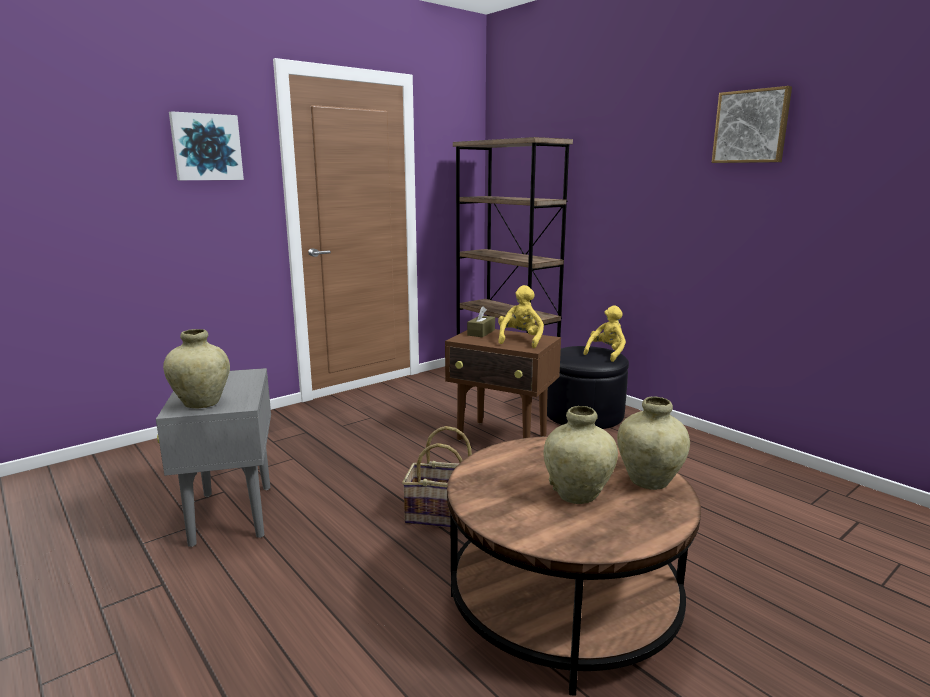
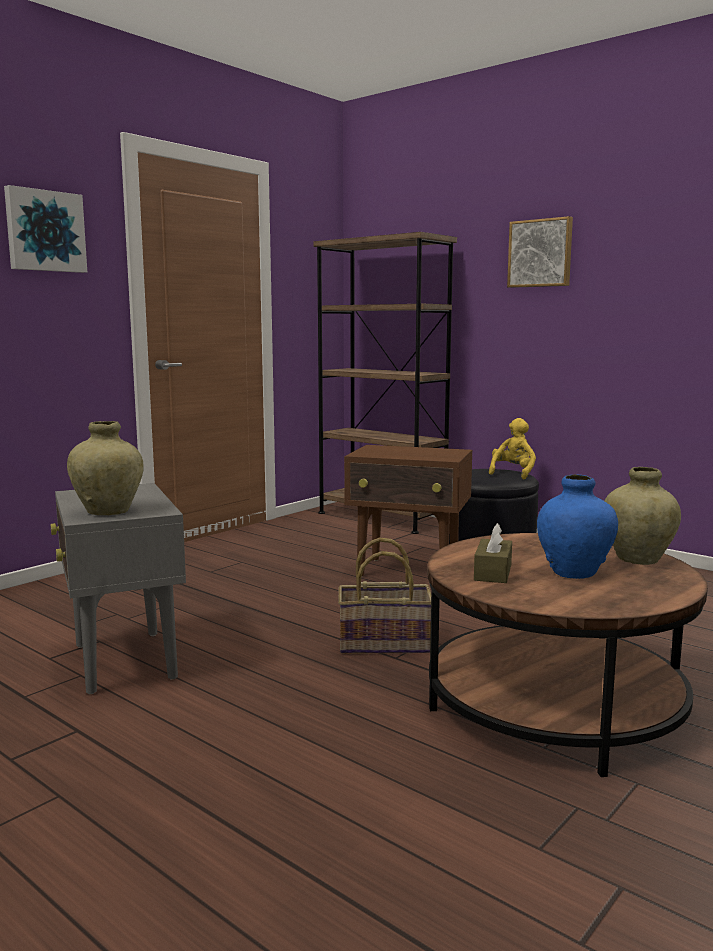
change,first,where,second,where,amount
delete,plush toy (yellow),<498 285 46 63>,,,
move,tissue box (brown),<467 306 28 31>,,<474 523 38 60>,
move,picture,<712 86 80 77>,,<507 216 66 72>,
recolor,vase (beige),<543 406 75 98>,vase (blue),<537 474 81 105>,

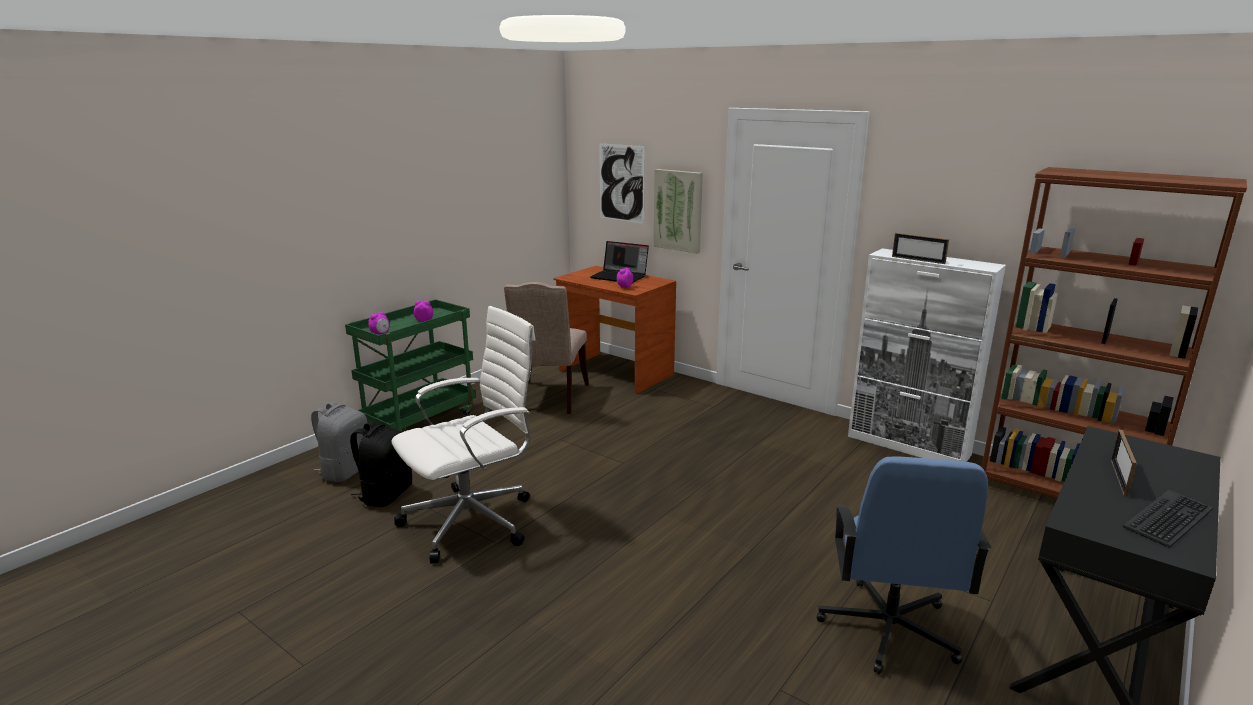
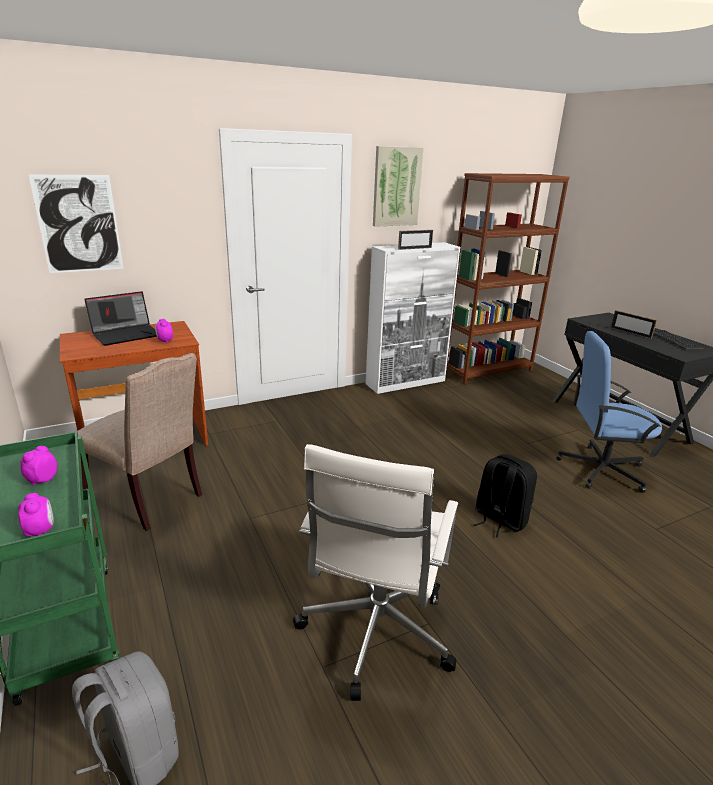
change,first,where,second,where,amount
move,backpack (black),<350 421 62 86>,,<474 454 63 83>,
move,picture,<653 169 50 85>,,<373 146 50 81>,
rotate,office chair (white),<391 306 145 257>,,<293 444 165 257>,150 degrees counterclockwise
rotate,office chair (blue),<816 456 175 218>,,<556 331 106 162>,150 degrees clockwise

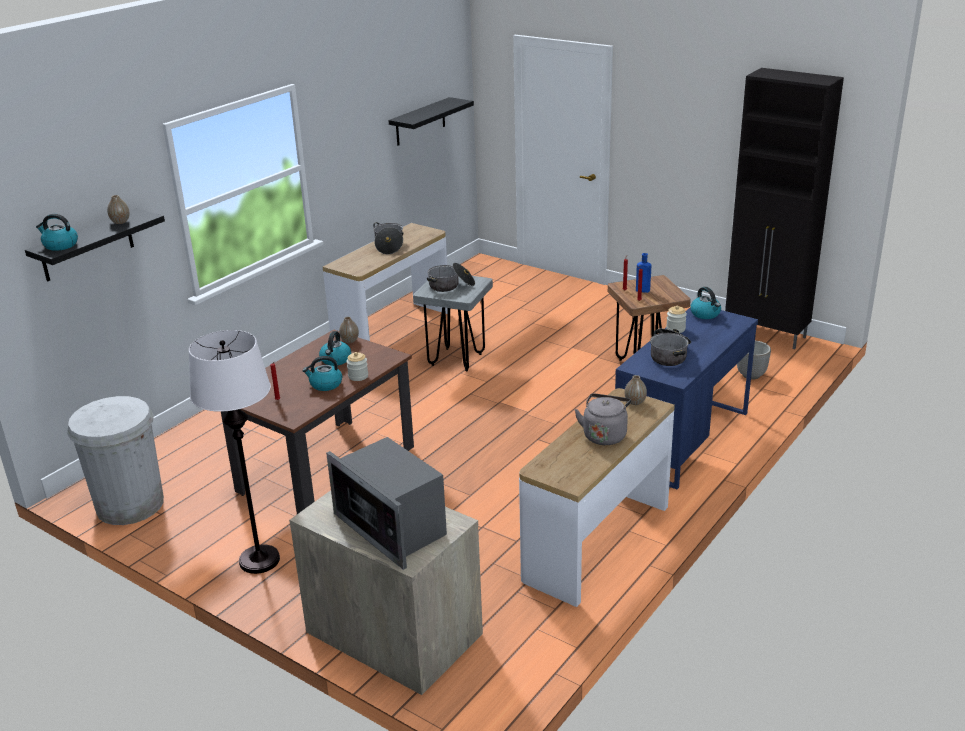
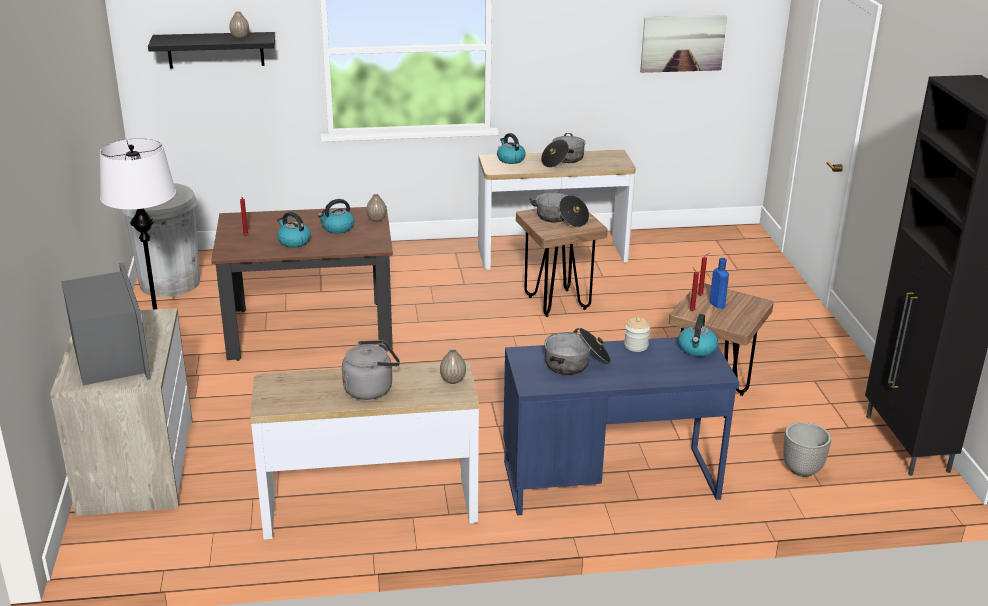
change,first,where,second,where,amount
delete,jar,<346 352 22 29>,,,
move,kettle,<36 214 42 37>,,<497 133 29 31>,
replace,shelf (black),<389 97 85 49>,picture,<640 15 87 58>,
recolor,stool (grey),<413 276 80 95>,stool (brown),<516 208 92 109>,
rotate,microwave,<326 437 121 133>,,<61 263 90 122>,150 degrees clockwise

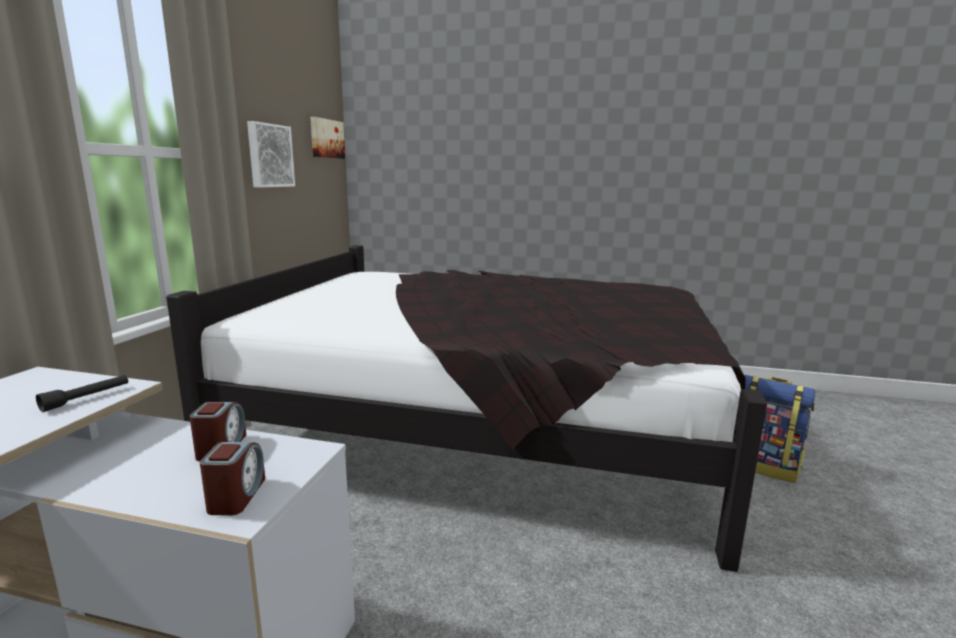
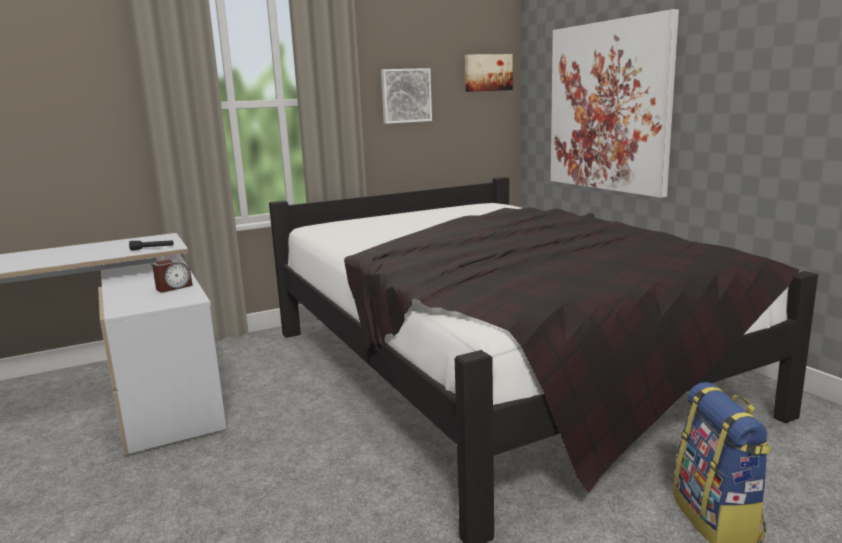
change,first,where,second,where,amount
delete,alarm clock,<200 442 65 73>,,,
insert,,,picture,<551 9 128 189>,

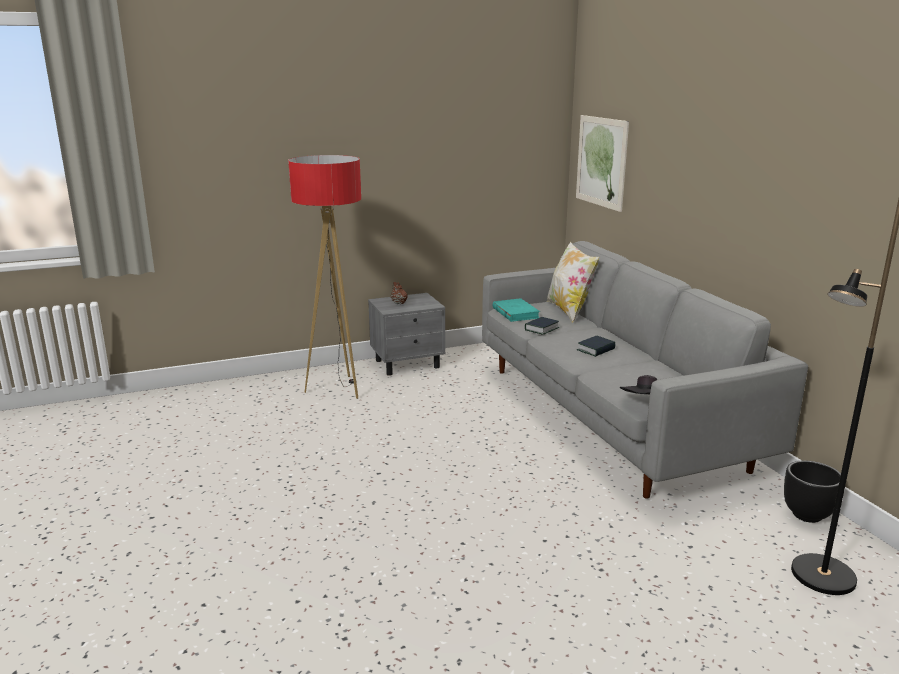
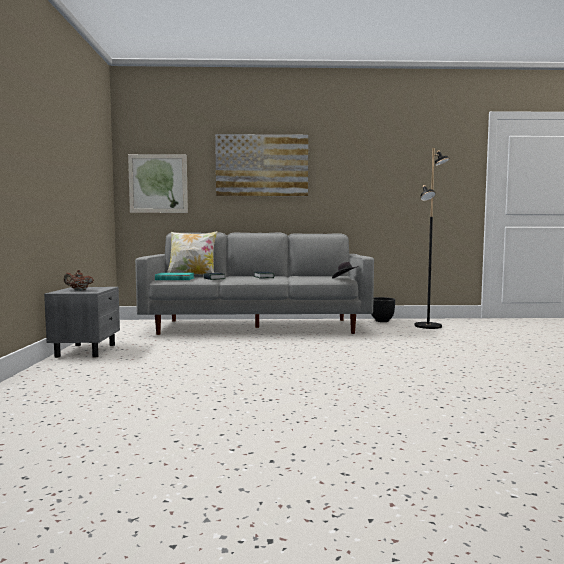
change,first,where,second,where,amount
delete,floor lamp,<288 155 73 244>,,,
insert,,,picture,<215 134 93 62>,

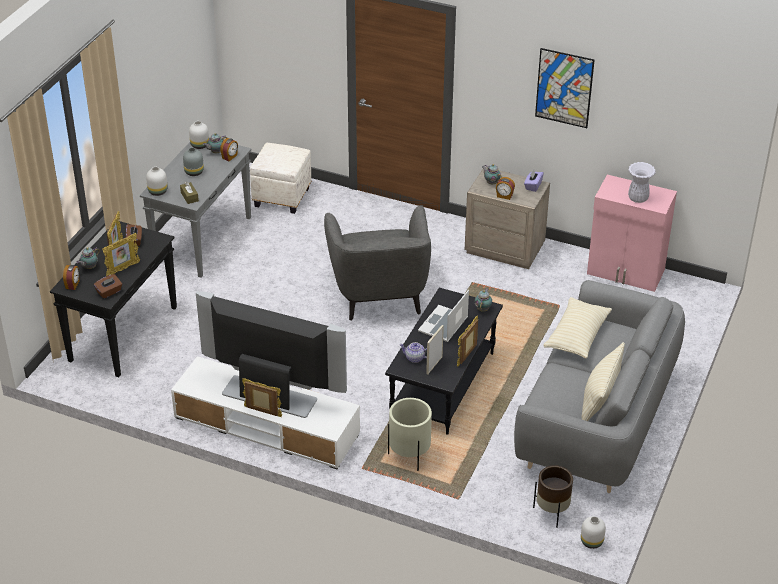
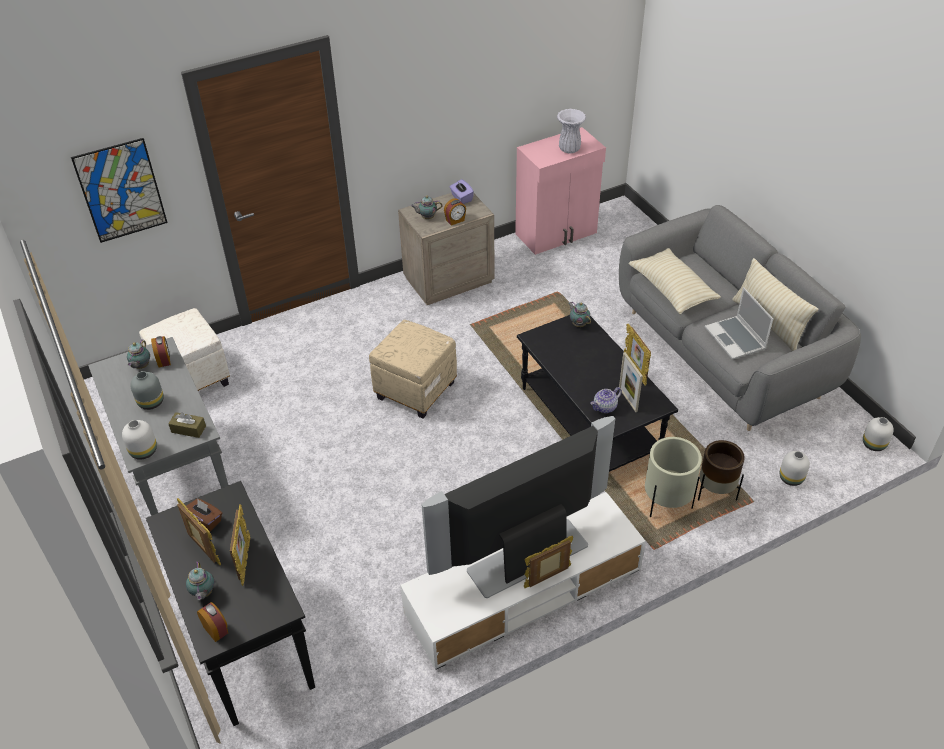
change,first,where,second,where,amount
delete,tissue box (brown),<94 274 28 24>,,,
move,vase (white),<189 121 20 28>,,<780 451 30 35>,
move,laptop,<418 290 51 52>,,<705 287 68 73>,
move,planter (brown),<533 465 40 63>,,<698 440 47 61>,
move,picture,<535 48 60 80>,,<71 138 97 105>,
replace,armchair (grey),<324 205 107 115>,ottoman (beige),<369 320 88 99>,

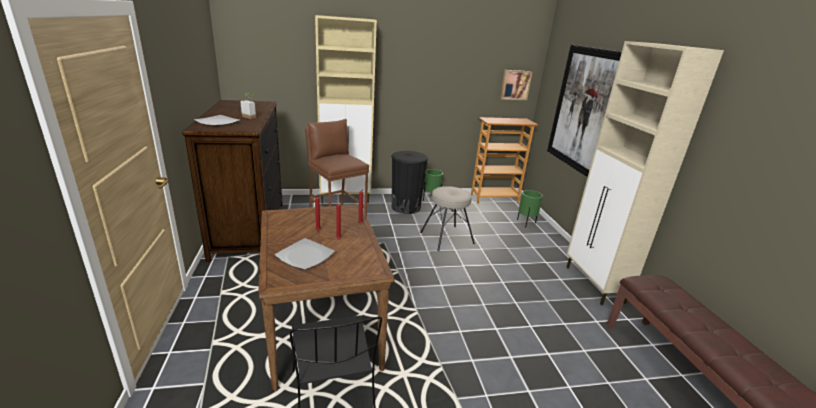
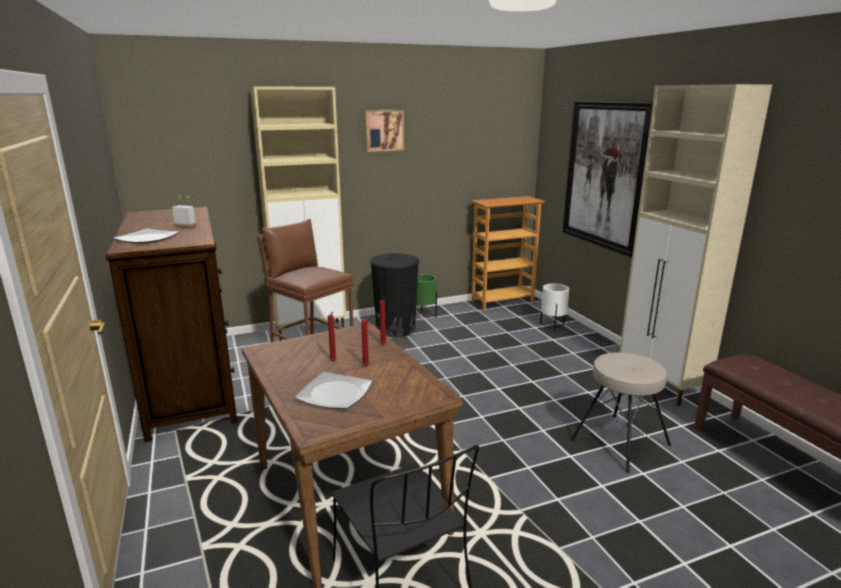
change,first,where,second,where,amount
move,stool (beige),<420 186 55 65>,,<571 352 100 121>,
move,picture,<500 70 32 30>,,<364 110 40 42>,
recolor,planter (green),<517 190 26 37>,planter (white),<540 283 29 48>,

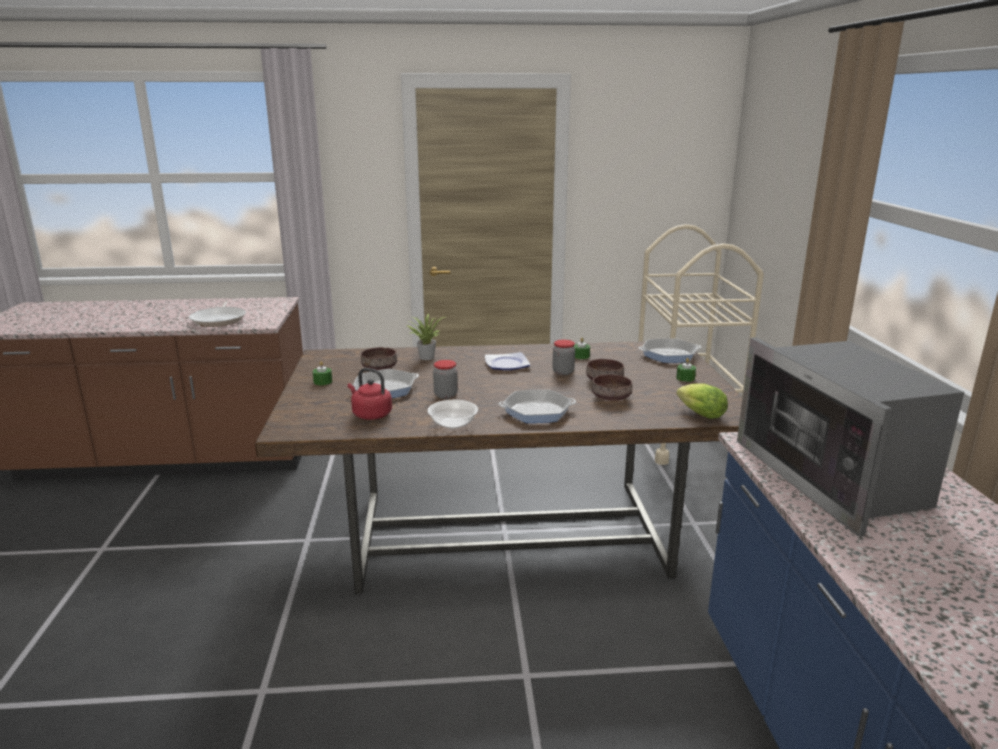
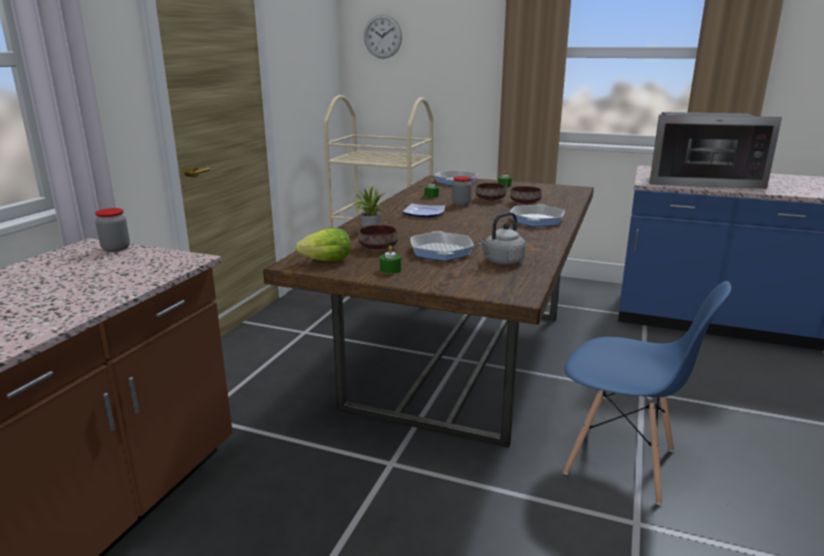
change,first,where,second,where,amount
delete,frying pan,<189 301 57 26>,,,
delete,bowl,<427 400 51 29>,,,
insert,,,wall clock,<364 14 38 45>,
insert,,,chair (blue),<563 281 168 224>,
move,jar,<433 360 25 39>,,<95 208 35 44>,
move,lettuce,<677 383 51 36>,,<295 228 56 33>,
recolor,kettle (red),<348 368 44 52>,kettle (grey),<478 212 47 53>,

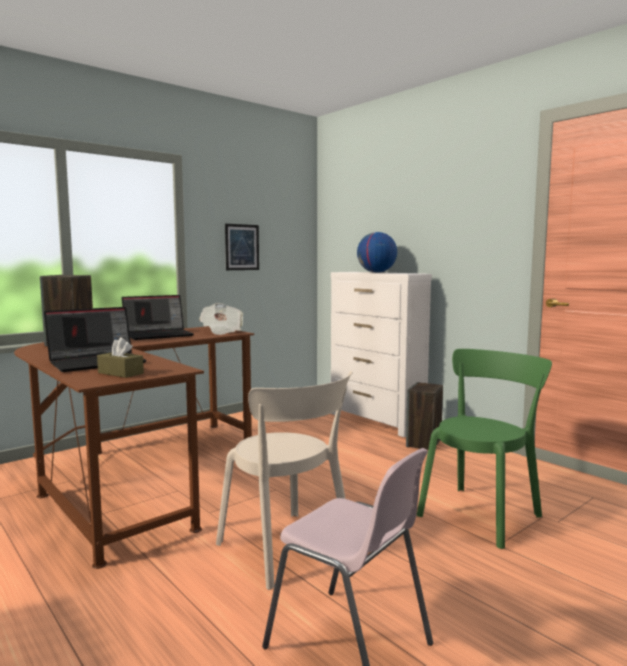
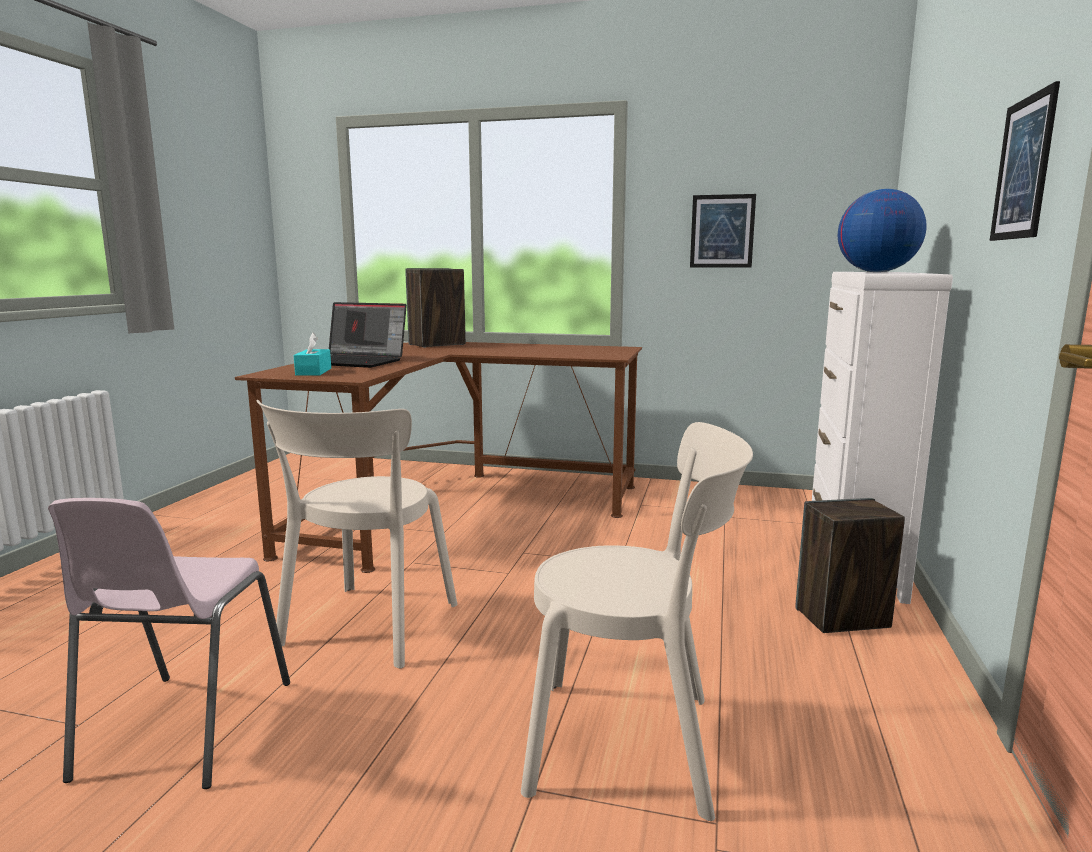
change,first,where,second,where,amount
delete,laptop,<122 295 72 45>,,,
delete,newspaper,<199 303 44 32>,,,
insert,,,picture,<990 81 70 160>,
recolor,tissue box (brown),<97 337 47 41>,tissue box (turquoise),<294 333 37 43>,
recolor,chair (green),<417 349 135 200>,chair (beige),<521 422 232 399>,

